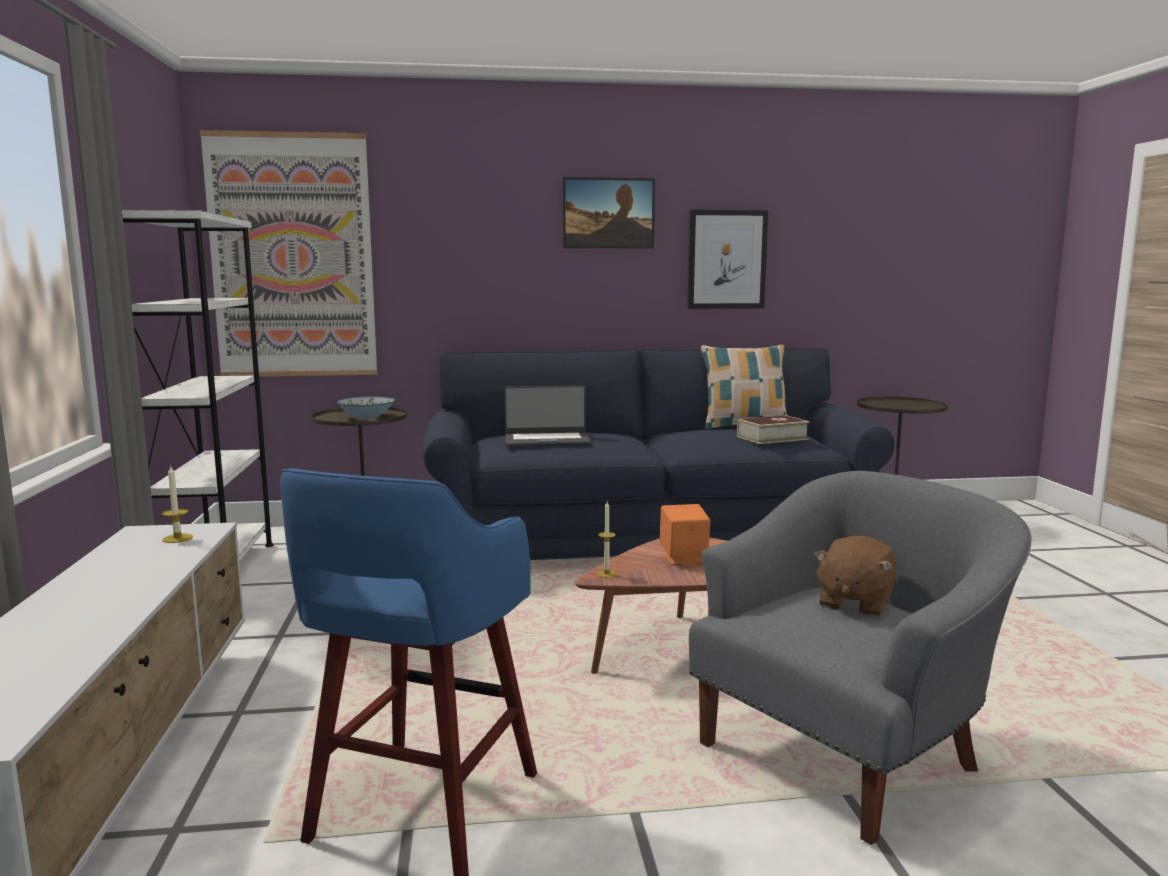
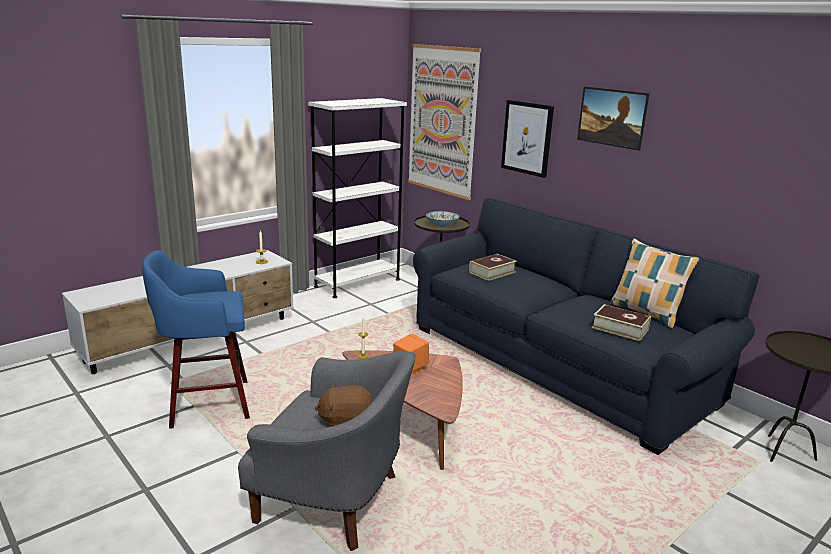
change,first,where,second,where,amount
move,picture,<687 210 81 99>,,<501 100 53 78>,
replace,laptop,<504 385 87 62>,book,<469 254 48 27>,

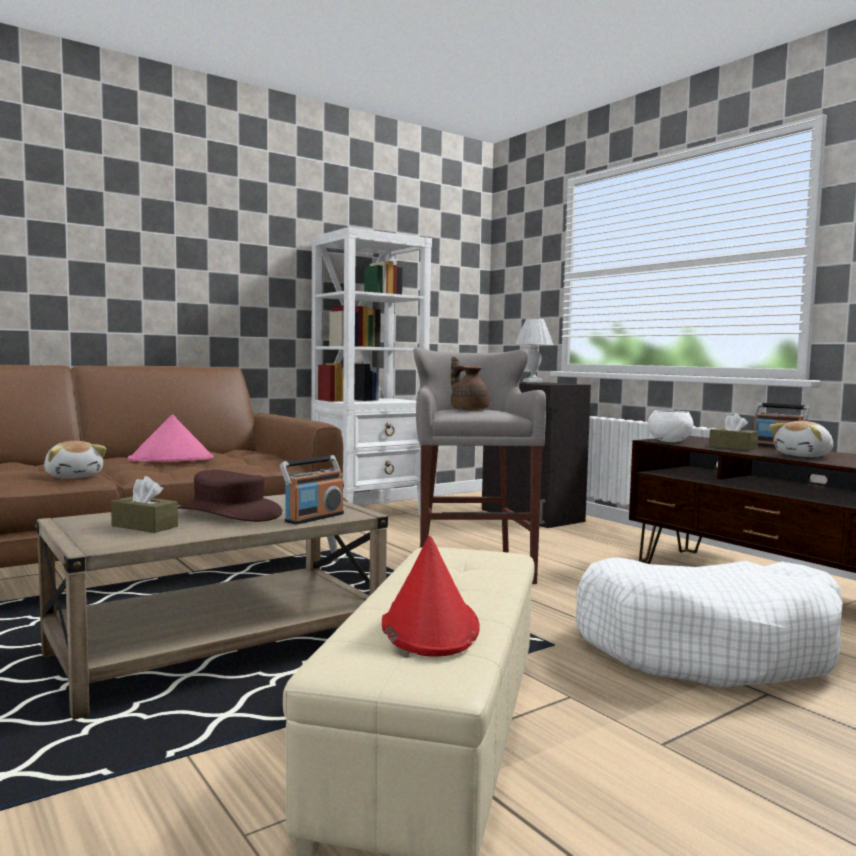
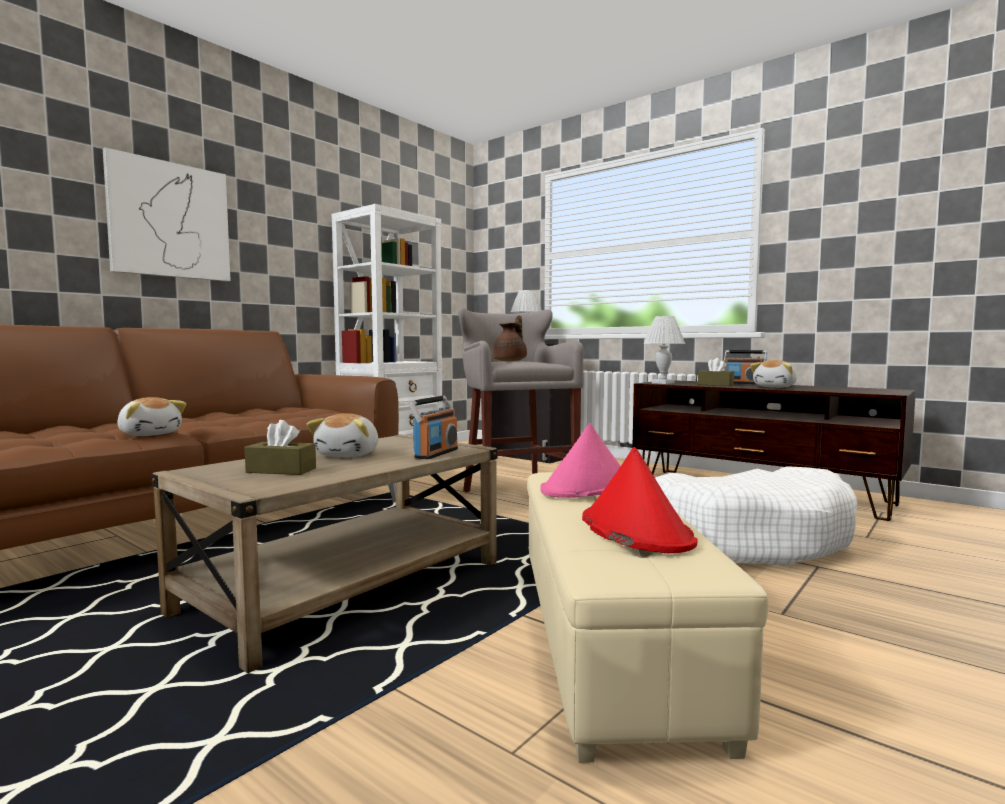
change,first,where,second,where,amount
insert,,,picture,<103 147 128 135>,
move,hat (pink),<128 414 86 48>,,<540 423 81 75>,
replace,hat (brown),<178 470 104 52>,plush toy,<307 413 71 44>,
replace,bowl (white),<647 410 47 32>,table lamp (white),<643 316 42 68>,
rotate,teapot (brown),<451 356 39 54>,,<493 316 34 45>,75 degrees clockwise

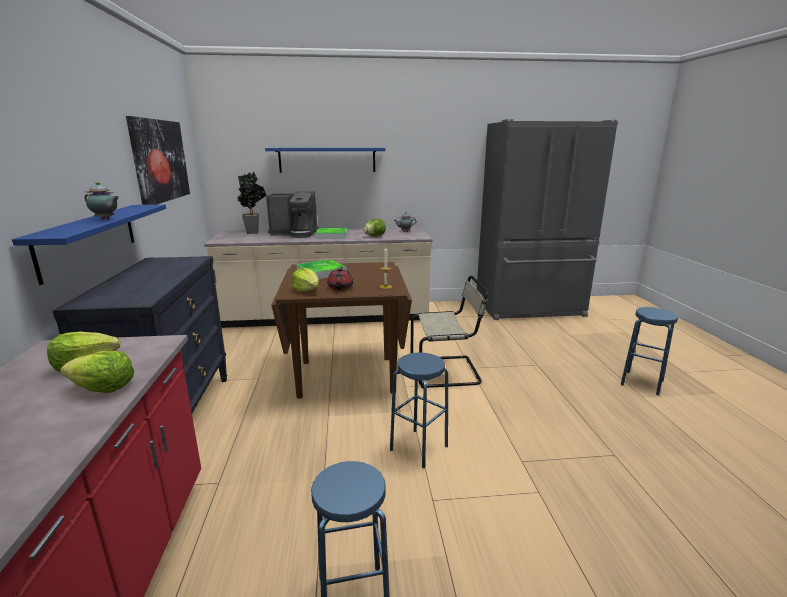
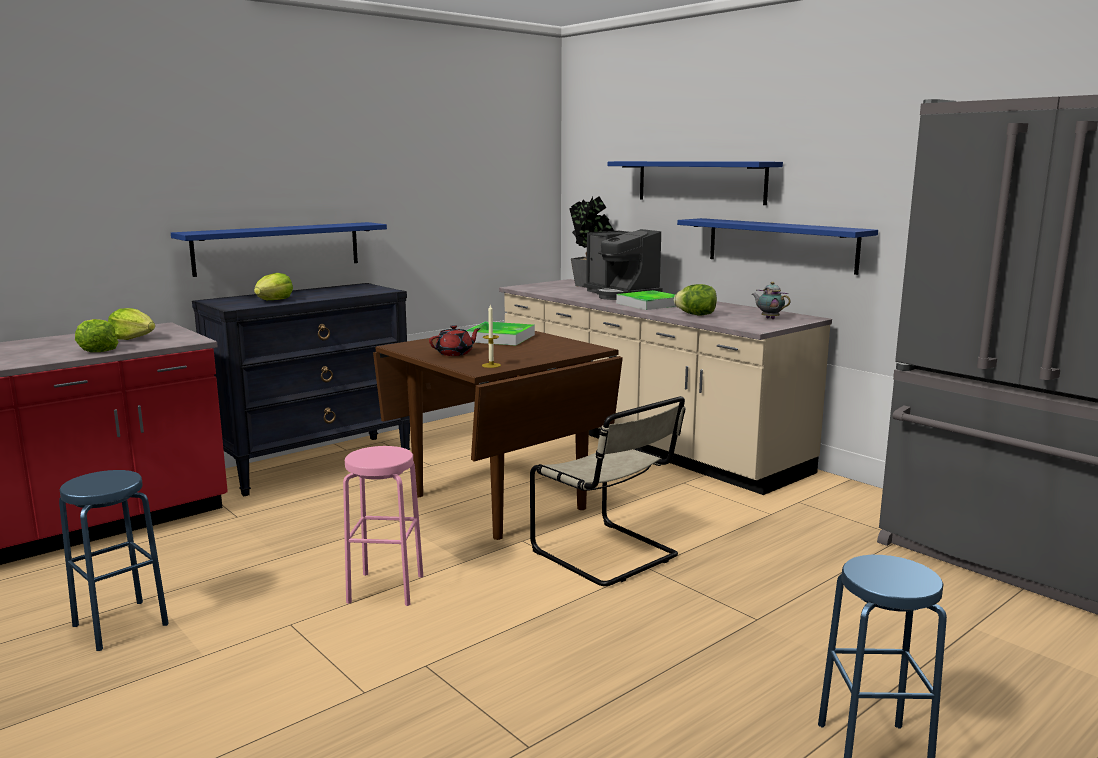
change,first,where,second,where,amount
delete,teapot,<84 182 36 38>,,,
delete,picture,<126 116 64 89>,,,
insert,,,shelf (blue),<677 218 201 57>,
move,lettuce,<292 268 27 24>,,<254 273 39 27>,
recolor,stool (blue),<390 353 58 115>,stool (pink),<343 446 80 160>,

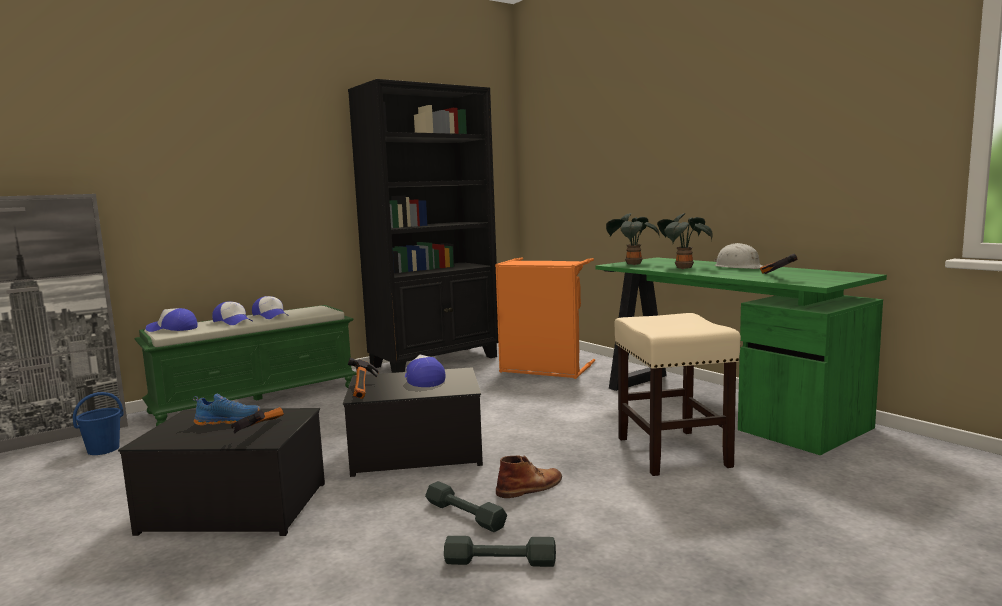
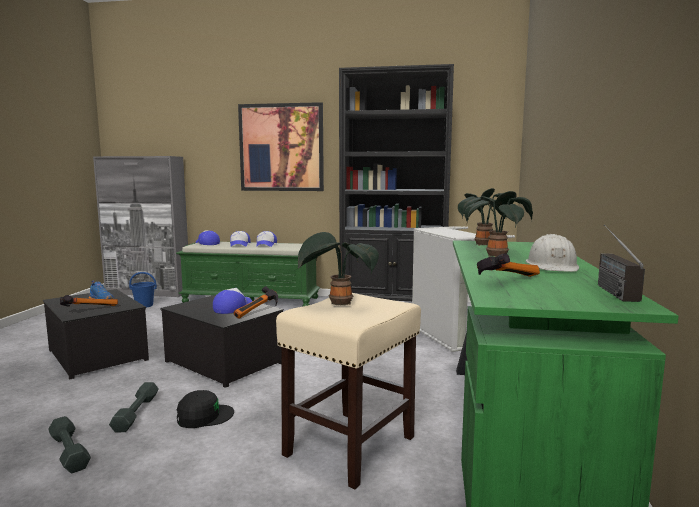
change,first,where,second,where,amount
insert,,,picture,<238 102 86 89>,
insert,,,potted plant,<298 232 81 73>,
insert,,,radio,<598 225 47 77>,
move,hammer,<348 358 31 41>,,<234 286 44 33>,
replace,boot (brown),<496 455 66 43>,cap (black),<177 390 57 38>,
recolor,laundry basket (orange),<495 257 100 122>,laundry basket (grey),<412 226 103 126>,

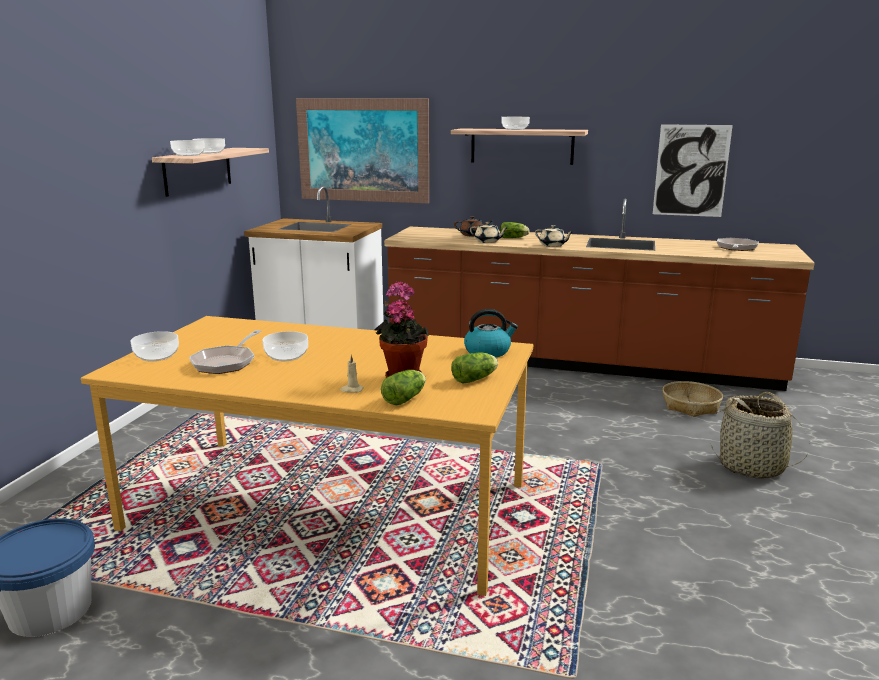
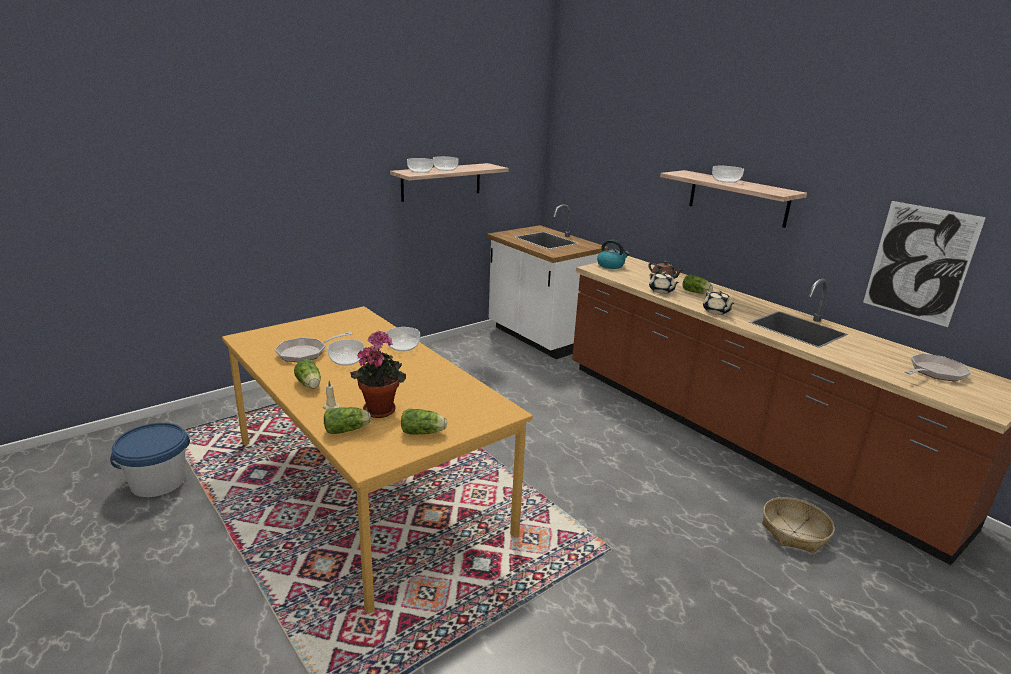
change,first,where,second,where,amount
delete,picture,<296 98 133 106>,,,
delete,basket,<711 392 99 87>,,,
insert,,,lettuce,<294 359 27 29>,
move,bowl,<131 331 48 30>,,<386 327 34 25>,
move,kettle,<464 309 54 48>,,<597 240 33 29>,

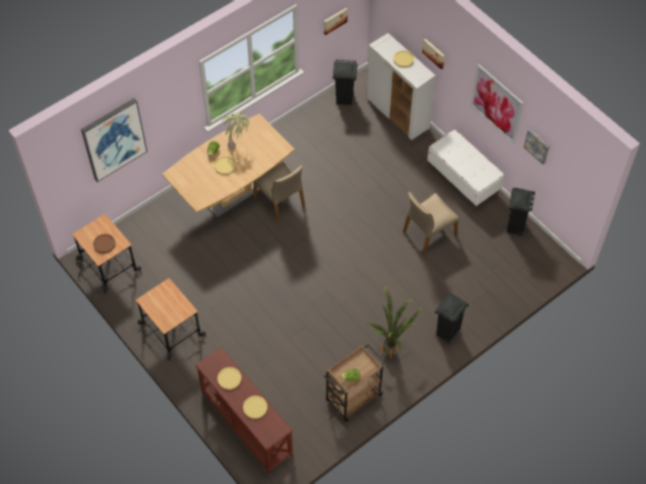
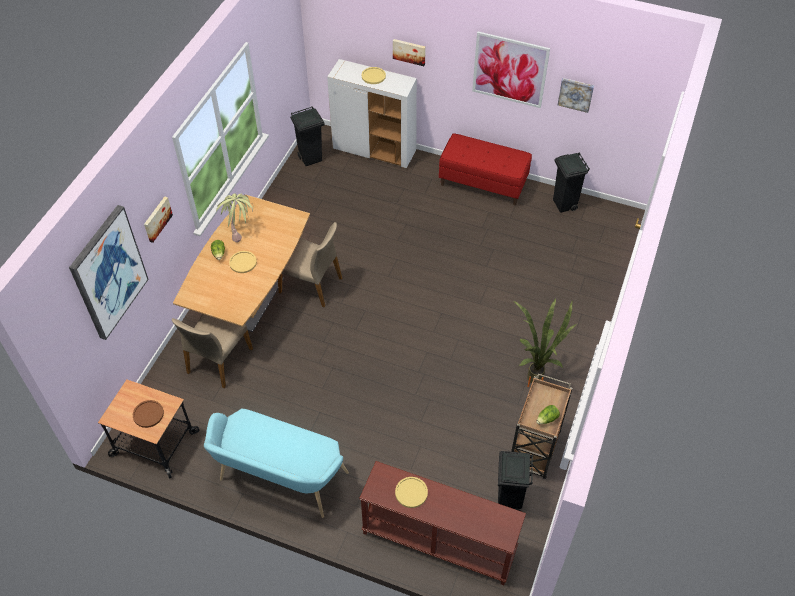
change,first,where,second,where,amount
delete,plate (yellow),<243 396 24 23>,,,
move,picture,<324 8 24 27>,,<144 196 29 47>,
move,chair (beige),<403 192 56 63>,,<172 314 81 75>,
move,trash can (black),<435 293 34 51>,,<498 451 35 60>,
replace,cart,<136 278 70 82>,bench (turquoise),<204 408 145 110>,
recolor,bench (white),<427 130 77 80>,bench (red),<439 133 93 73>,

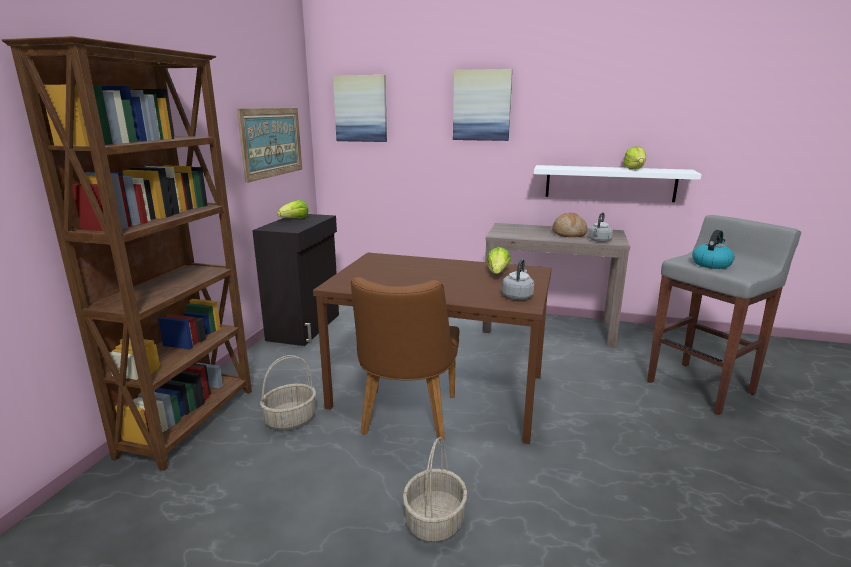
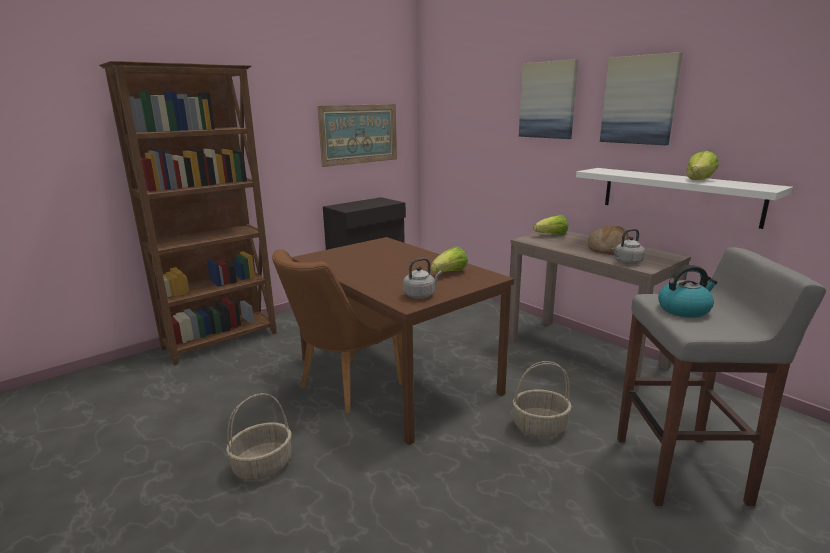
change,first,where,second,where,amount
move,basket,<260 355 56 75>,,<513 361 59 77>,
move,lettuce,<277 199 32 19>,,<534 215 34 20>,
move,picture,<333 75 54 67>,,<600 52 83 93>,

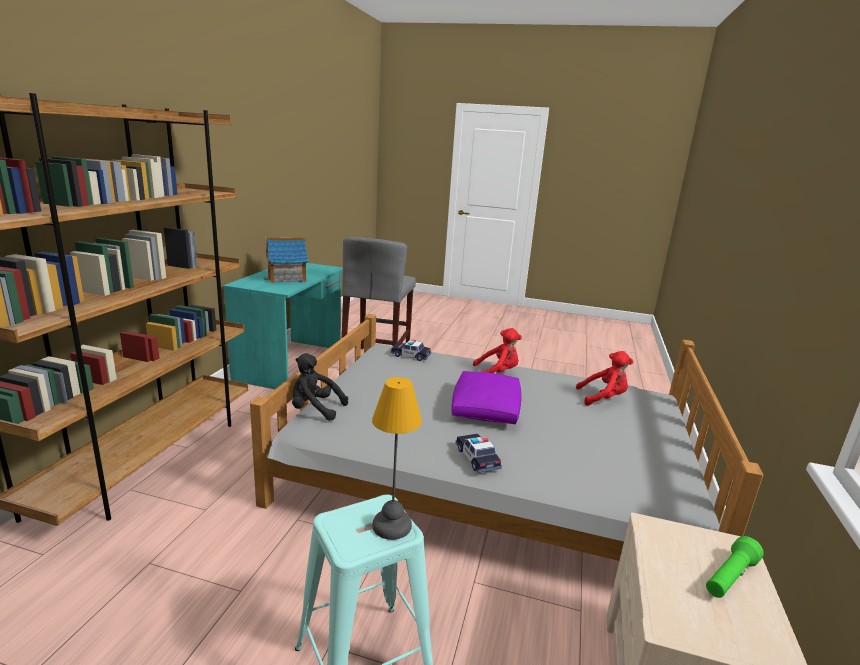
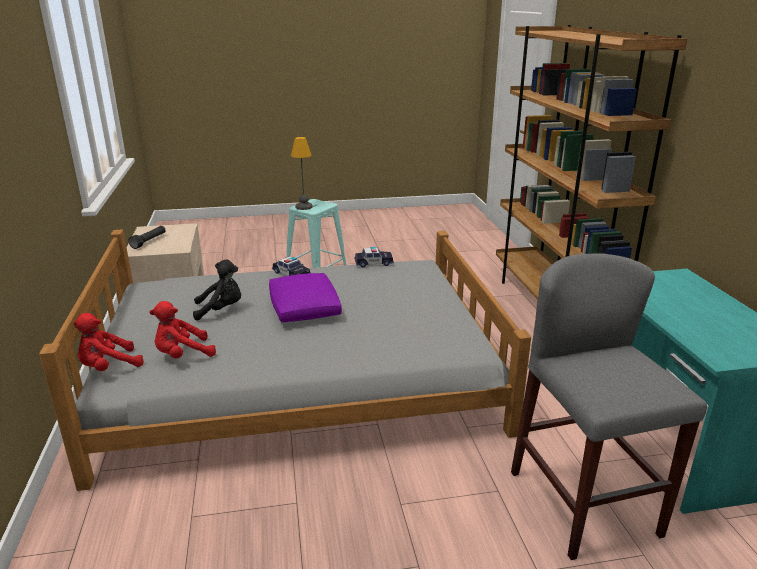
change,first,where,second,where,amount
delete,toy house,<263 237 45 46>,,,
move,plush toy (black),<292 354 56 67>,,<193 260 48 61>,
move,toy car,<390 340 41 21>,,<355 247 39 20>,
move,plush toy (red),<473 328 49 45>,,<74 313 70 58>,
recolor,flashlight (green),<706 536 58 62>,flashlight (black),<128 226 38 23>,

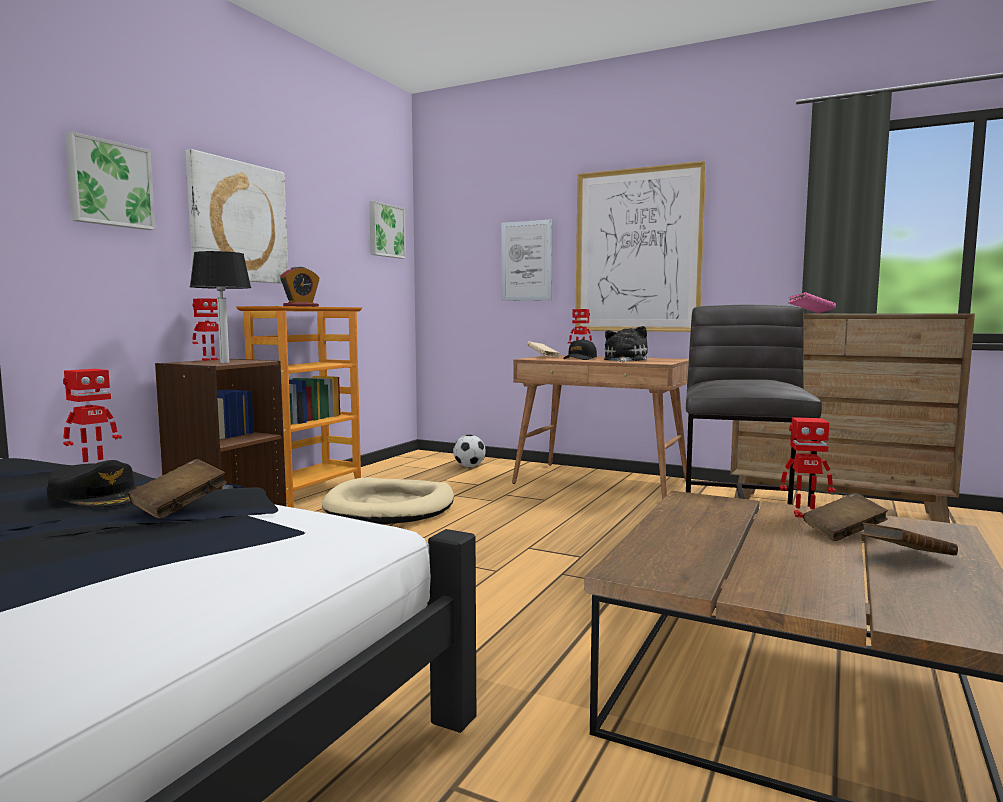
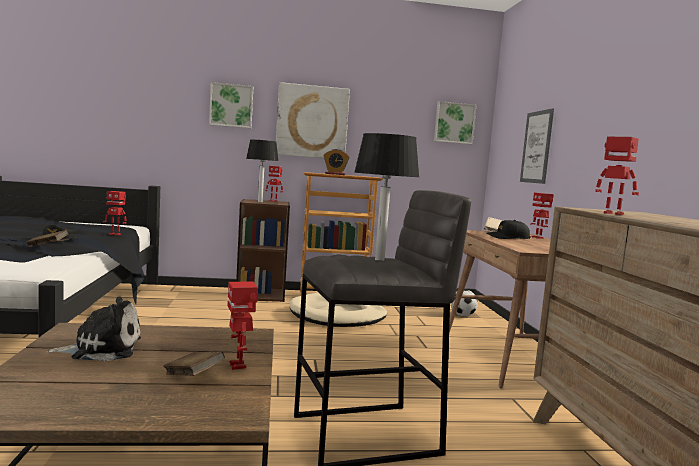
change,first,where,second,where,amount
delete,picture,<575 161 131 171>,,,
delete,book (brown),<861 522 97 33>,,,
insert,,,table lamp,<354 133 66 128>,
move,plush toy,<604 326 44 36>,,<46 296 95 65>,
replace,book (pink),<788 292 48 21>,toy robot,<595 137 44 78>,

